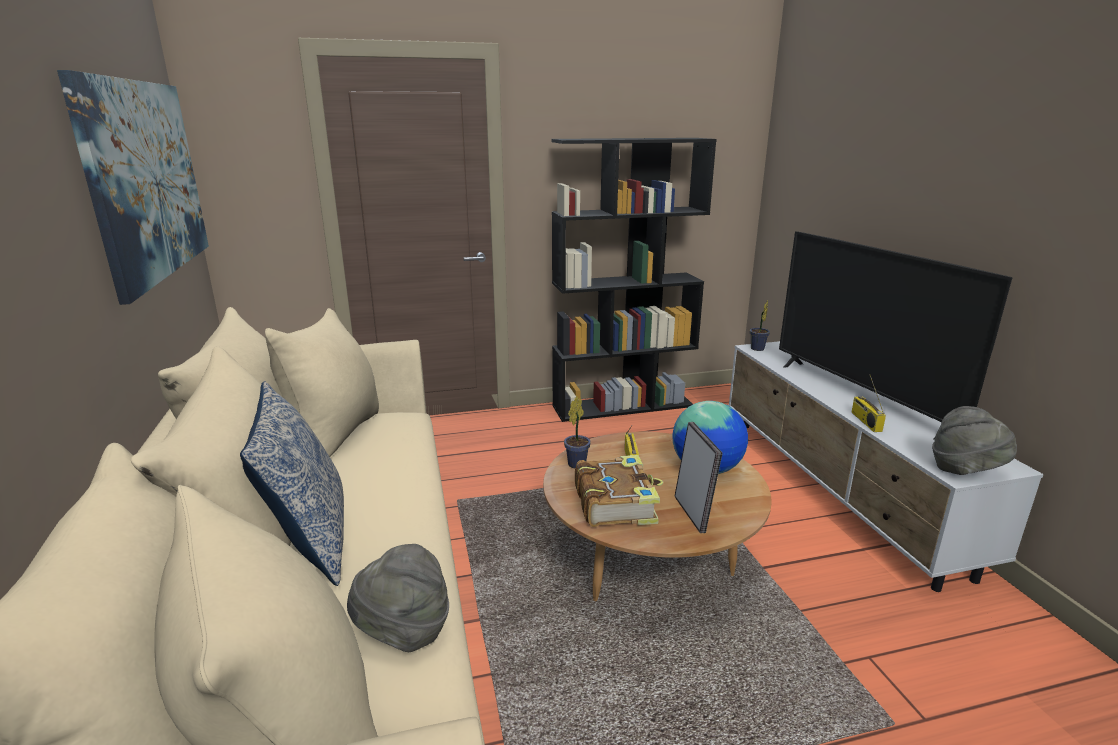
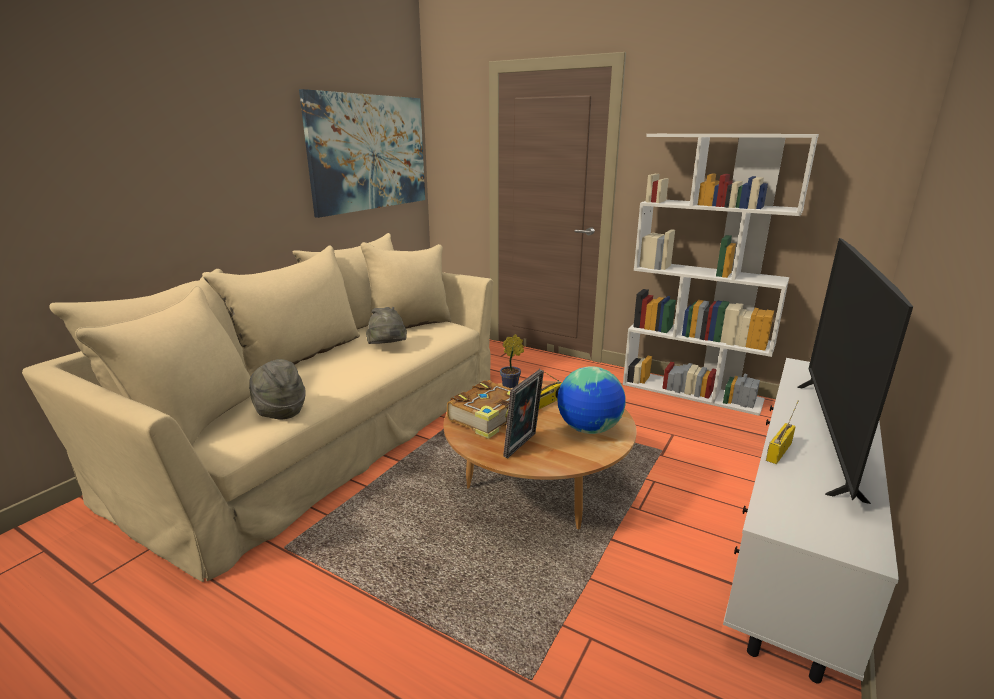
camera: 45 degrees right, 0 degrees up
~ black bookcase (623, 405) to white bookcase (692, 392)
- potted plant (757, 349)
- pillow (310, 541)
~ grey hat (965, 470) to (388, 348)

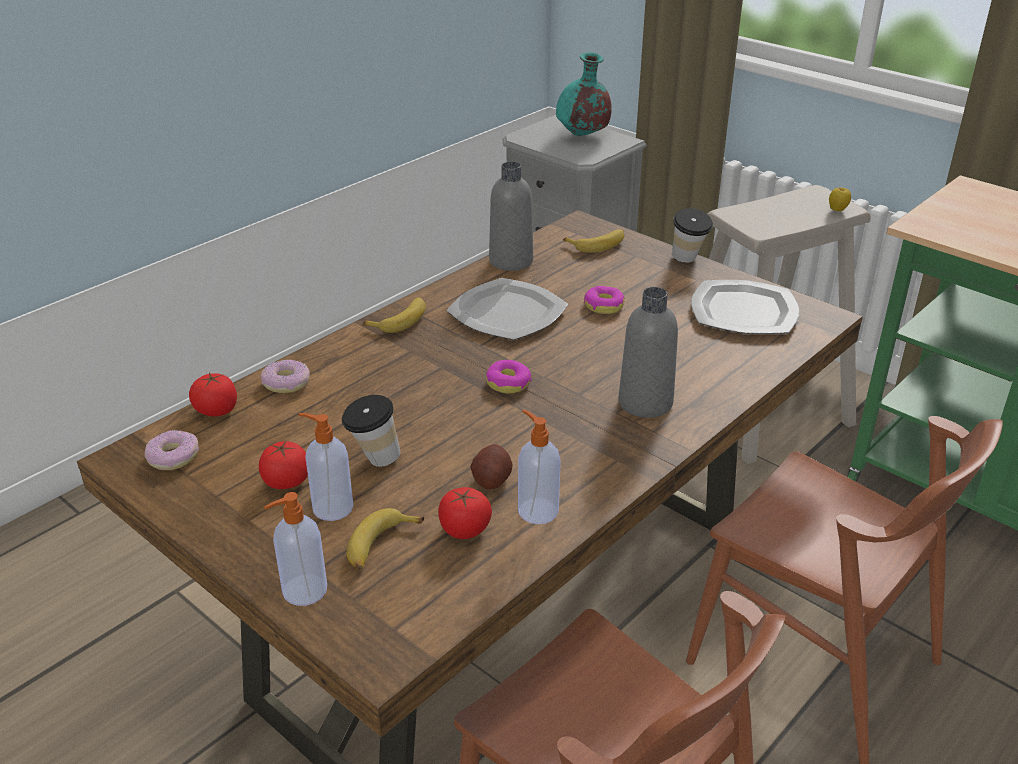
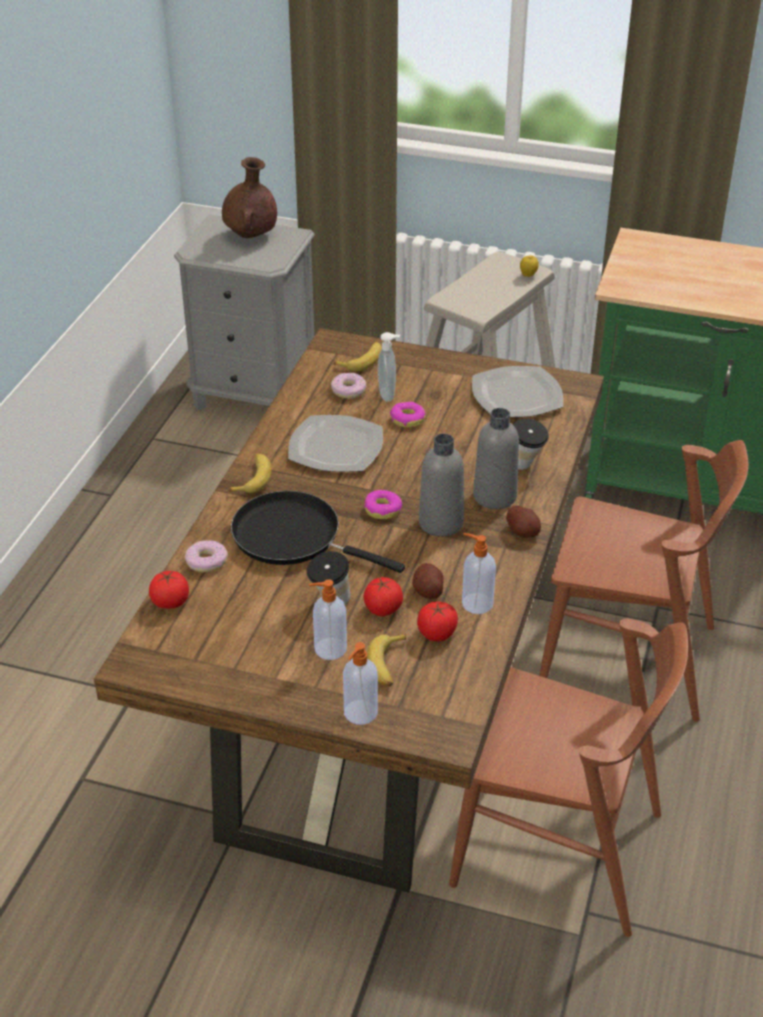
camera: 25 degrees left, 5 degrees up
~ turquoise vase (582, 135) to brown vase (251, 236)
~ grey bottle (511, 261) to (441, 523)
~ cup (688, 261) to (526, 466)
~ donut (172, 457) to (348, 390)
~ tomato (286, 482) to (382, 609)
+ soap dispenser (388, 395)
+ black frying pan (294, 537)
+ potato (523, 531)

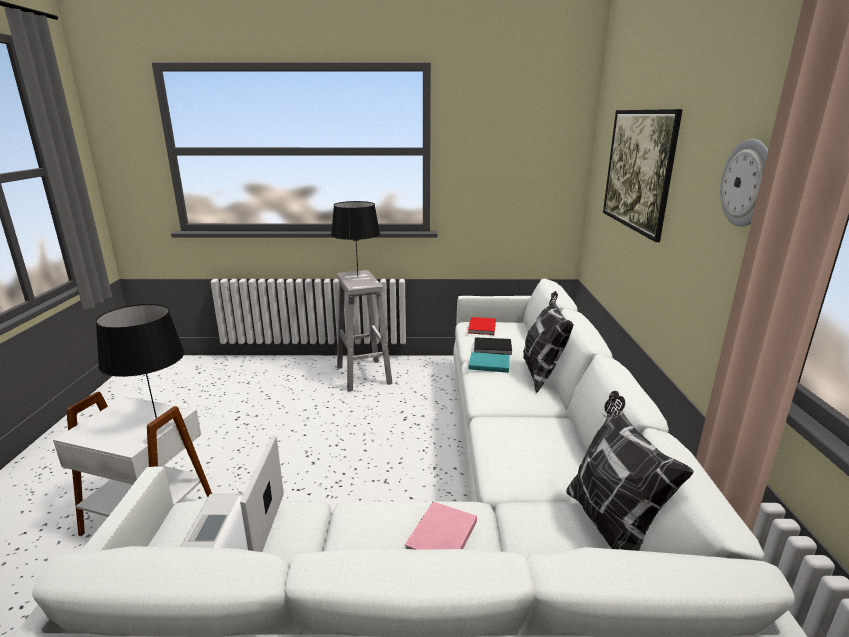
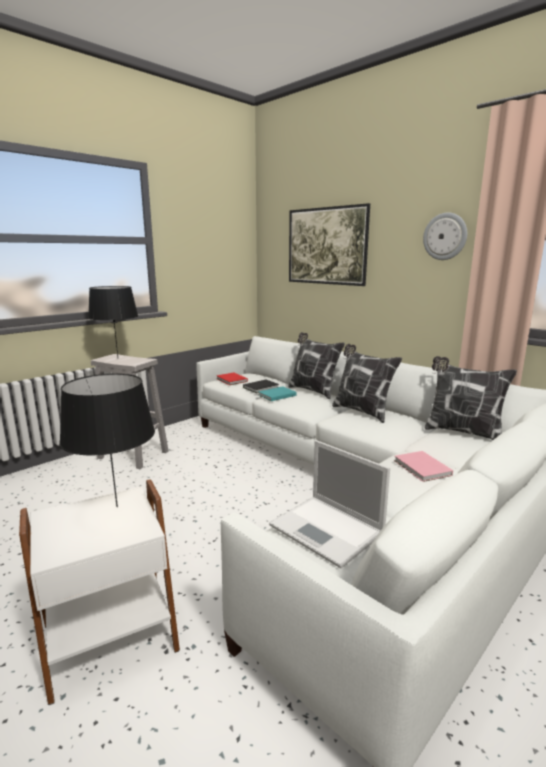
camera: 45 degrees left, 5 degrees down
+ pillow (361, 411)

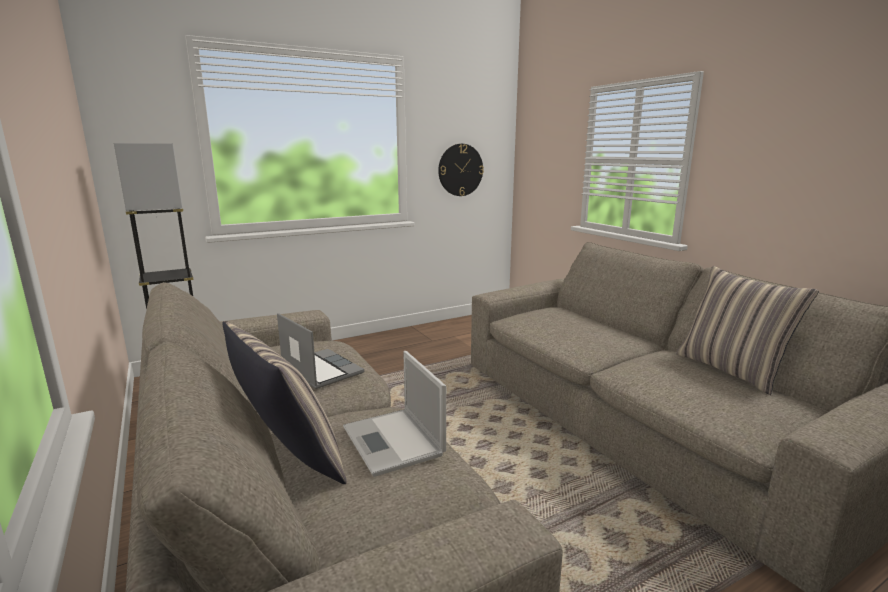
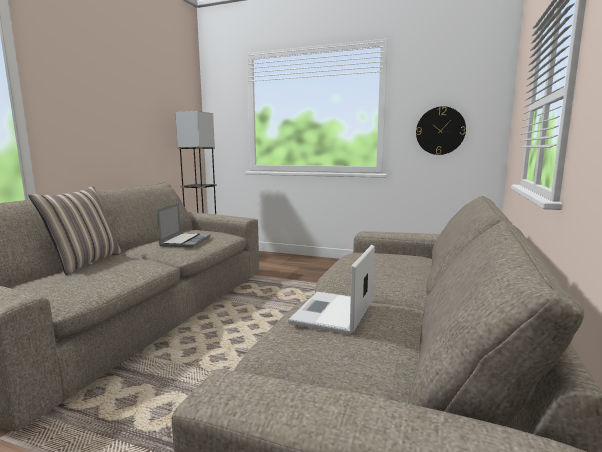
camera: 50 degrees right, 5 degrees down
- pillow (731, 370)
~ laptop (394, 442) to (333, 313)

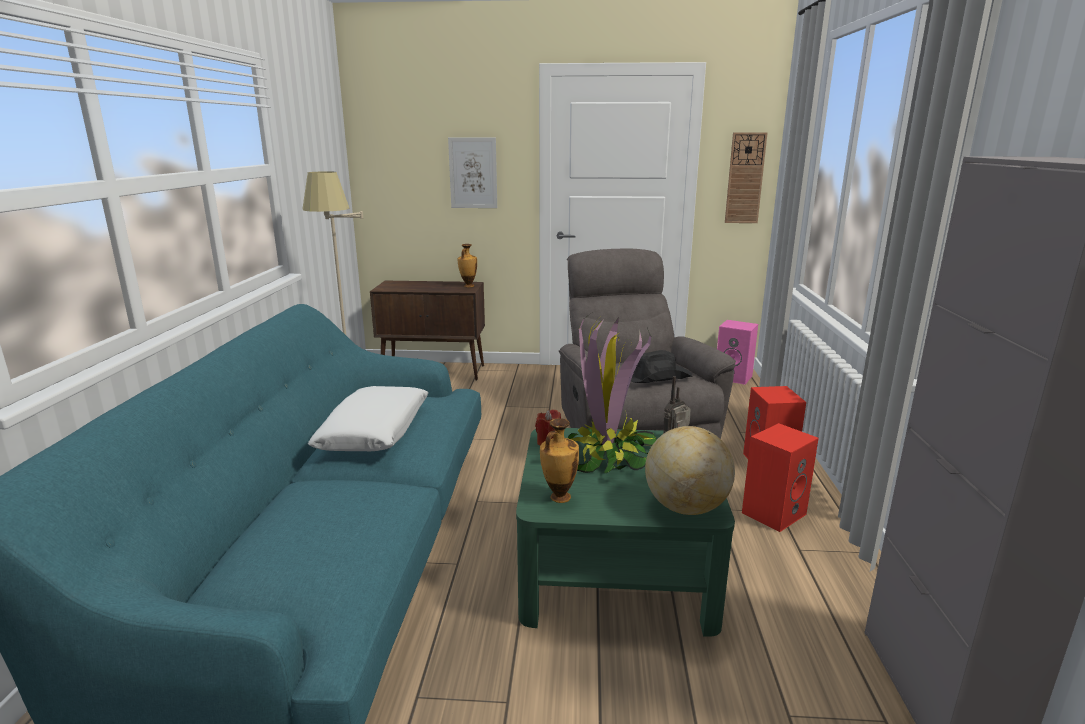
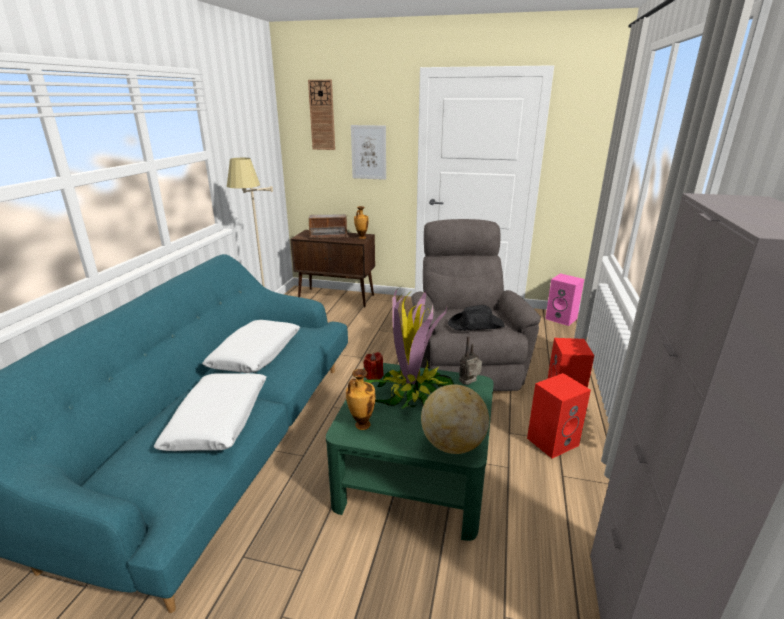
camera: 10 degrees right, 5 degrees up
~ wall clock (745, 178) to (322, 115)
+ radio (329, 236)
+ white pillow (218, 420)

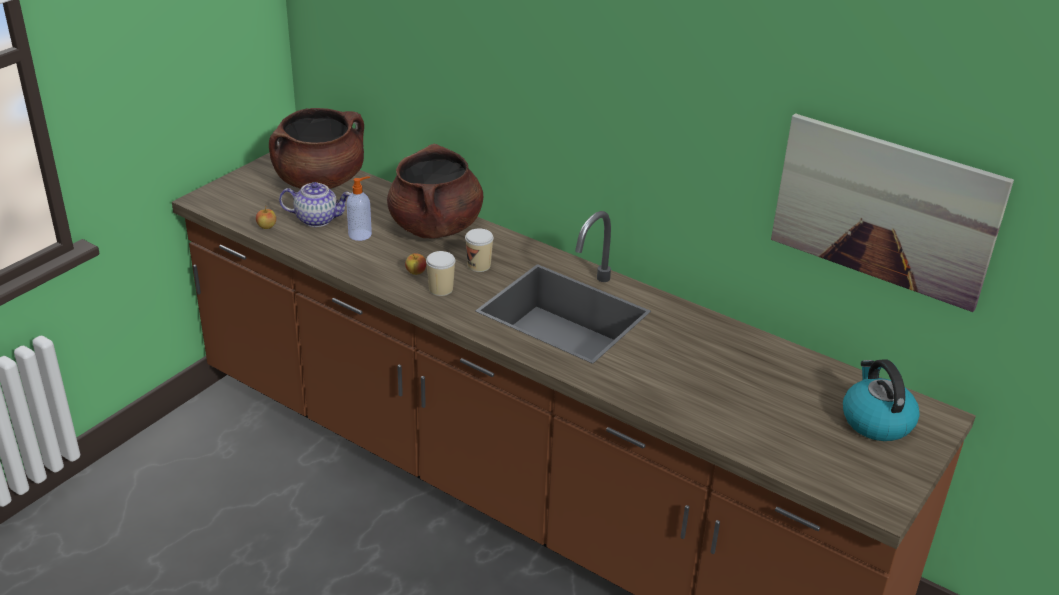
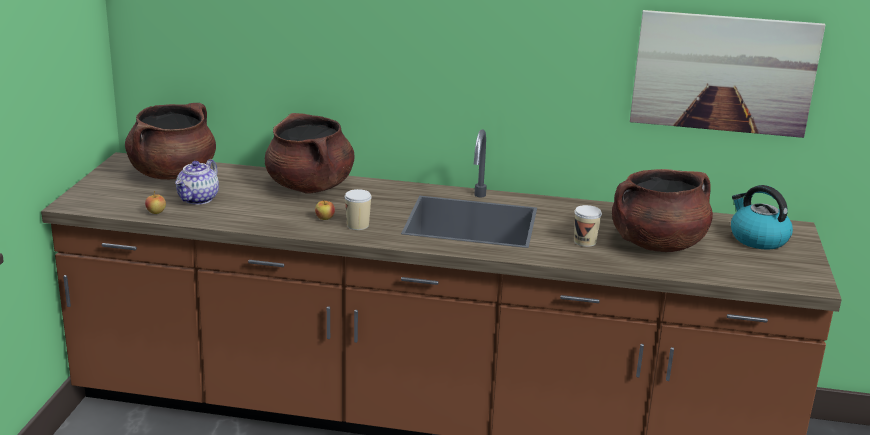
camera: 25 degrees left, 10 degrees down
- soap dispenser (361, 234)
~ teapot (317, 219) = (198, 199) 135 degrees clockwise
~ cup (479, 265) to (585, 241)
+ brown cooking pot (657, 244)

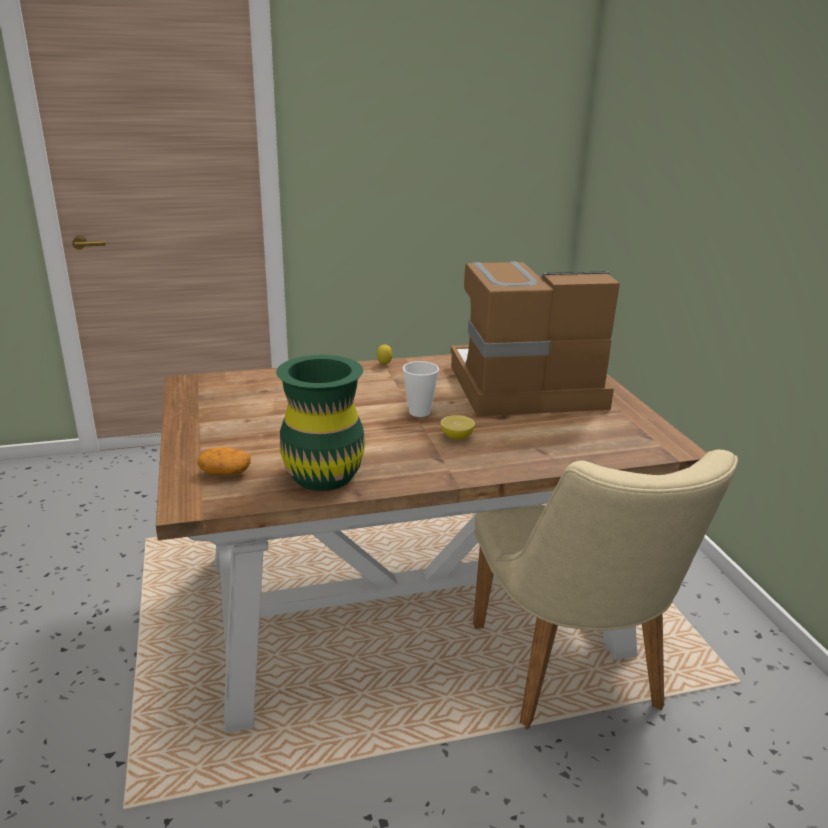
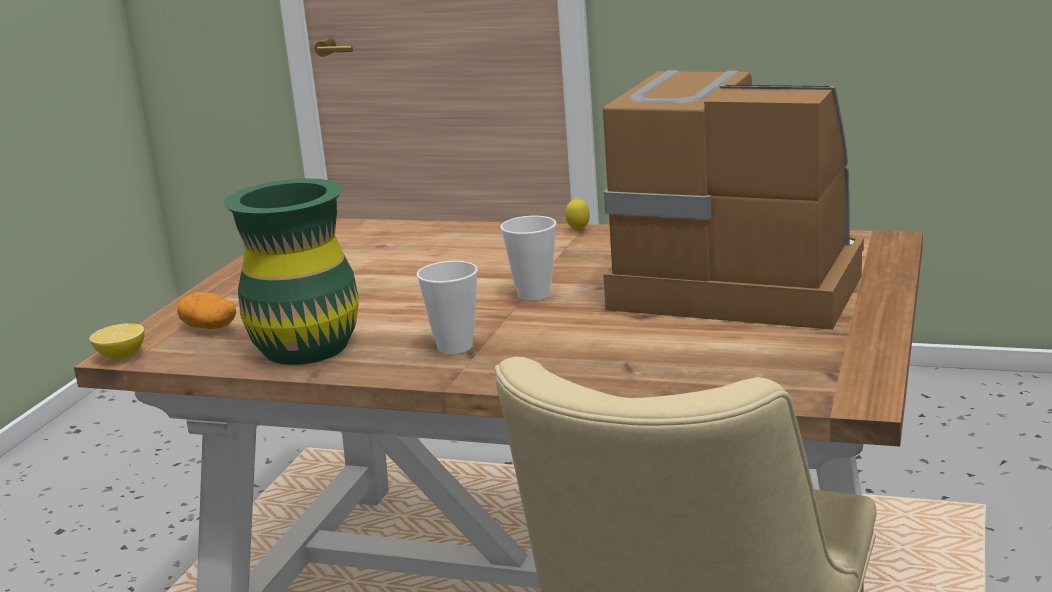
camera: 35 degrees right, 5 degrees down
~ lemon (457, 437) to (121, 356)
+ cup (455, 347)

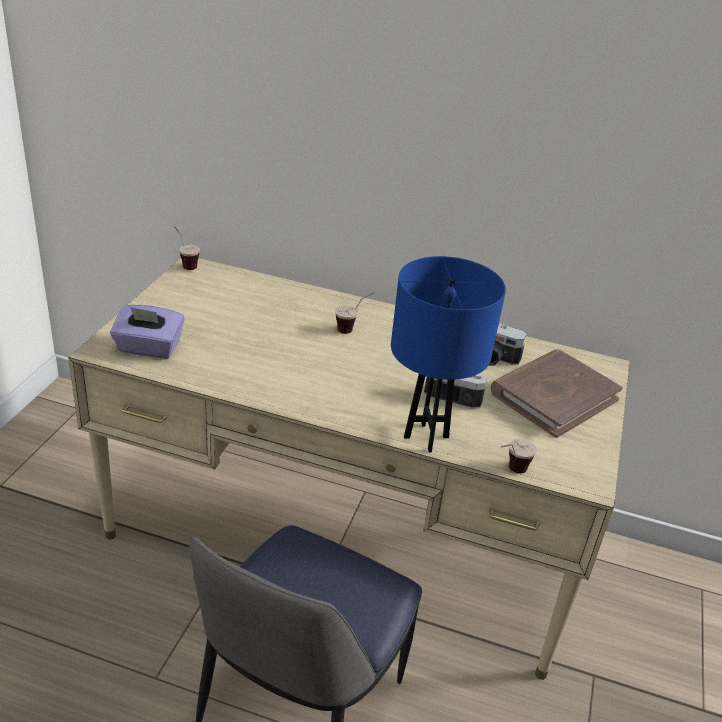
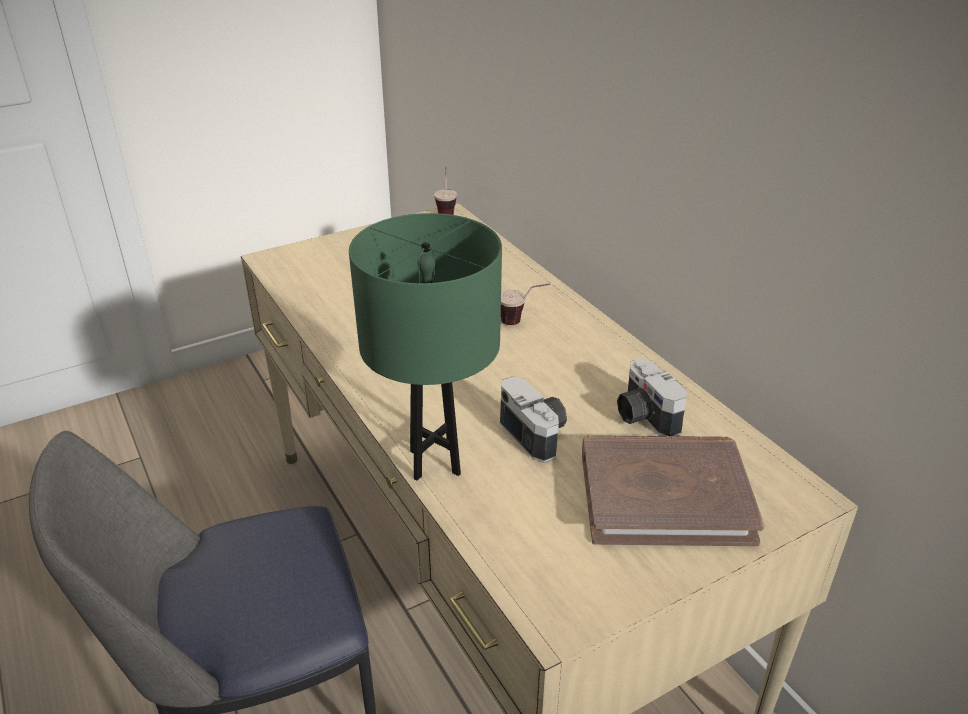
camera: 45 degrees right, 0 degrees up
~ blue table lamp (426, 437) to green table lamp (435, 463)
- purple tissue box (148, 348)
- cup (510, 472)

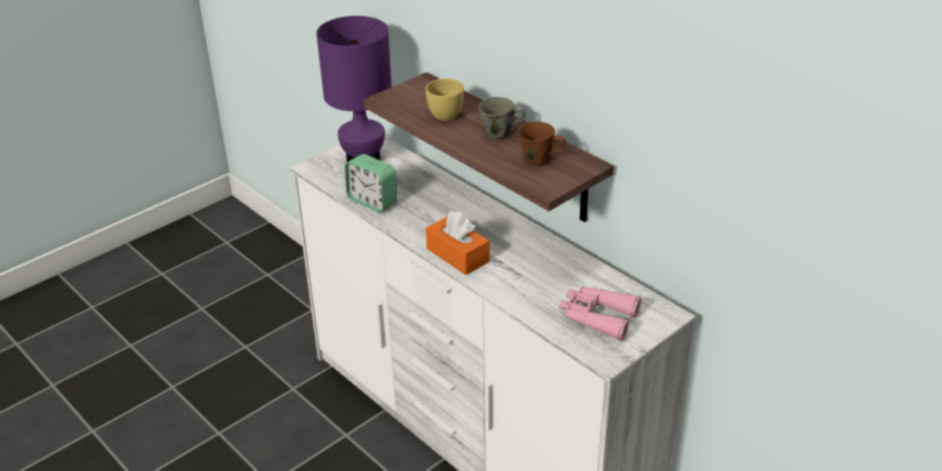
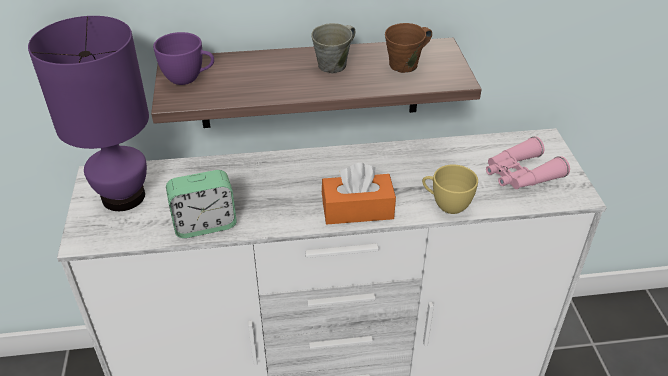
camera: 55 degrees left, 5 degrees up
~ yellow cup (444, 113) to (446, 204)
+ purple cup (189, 78)

